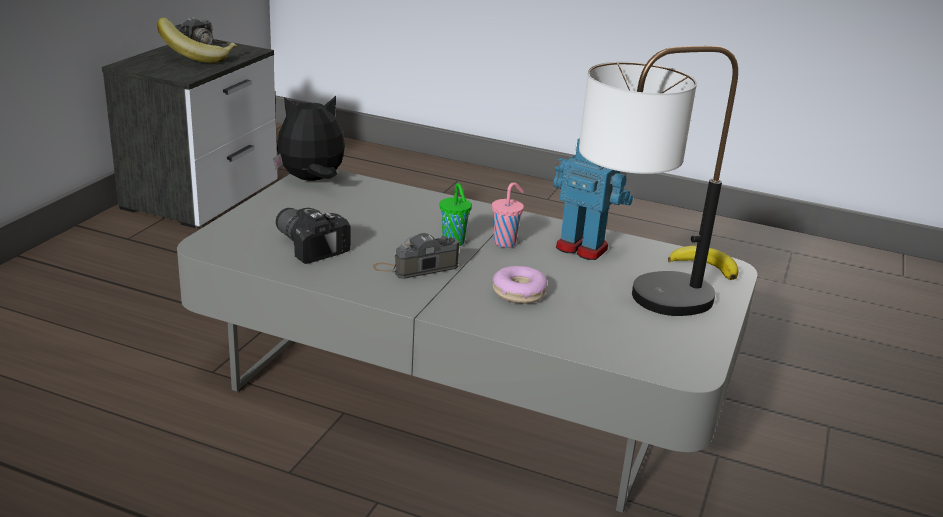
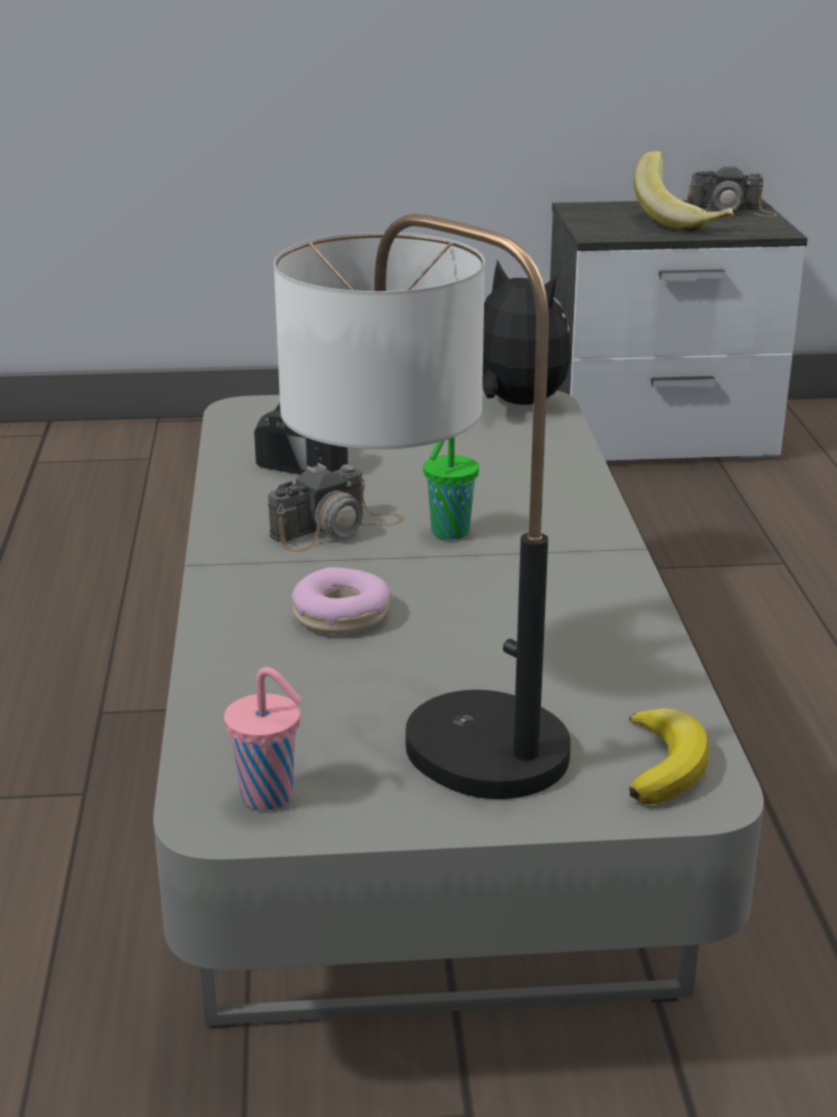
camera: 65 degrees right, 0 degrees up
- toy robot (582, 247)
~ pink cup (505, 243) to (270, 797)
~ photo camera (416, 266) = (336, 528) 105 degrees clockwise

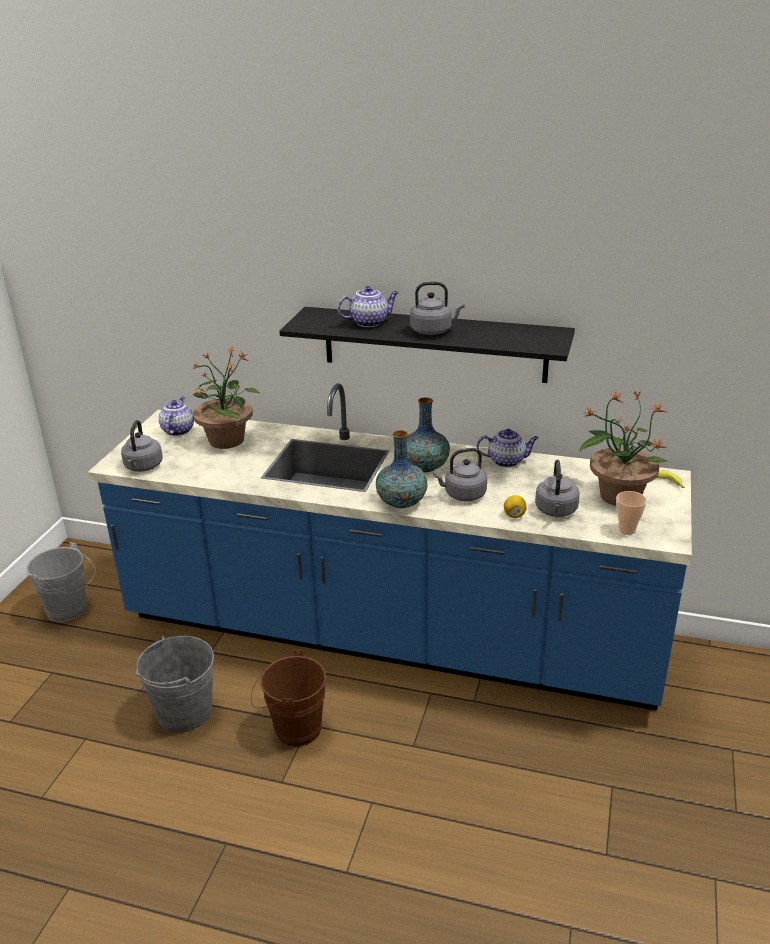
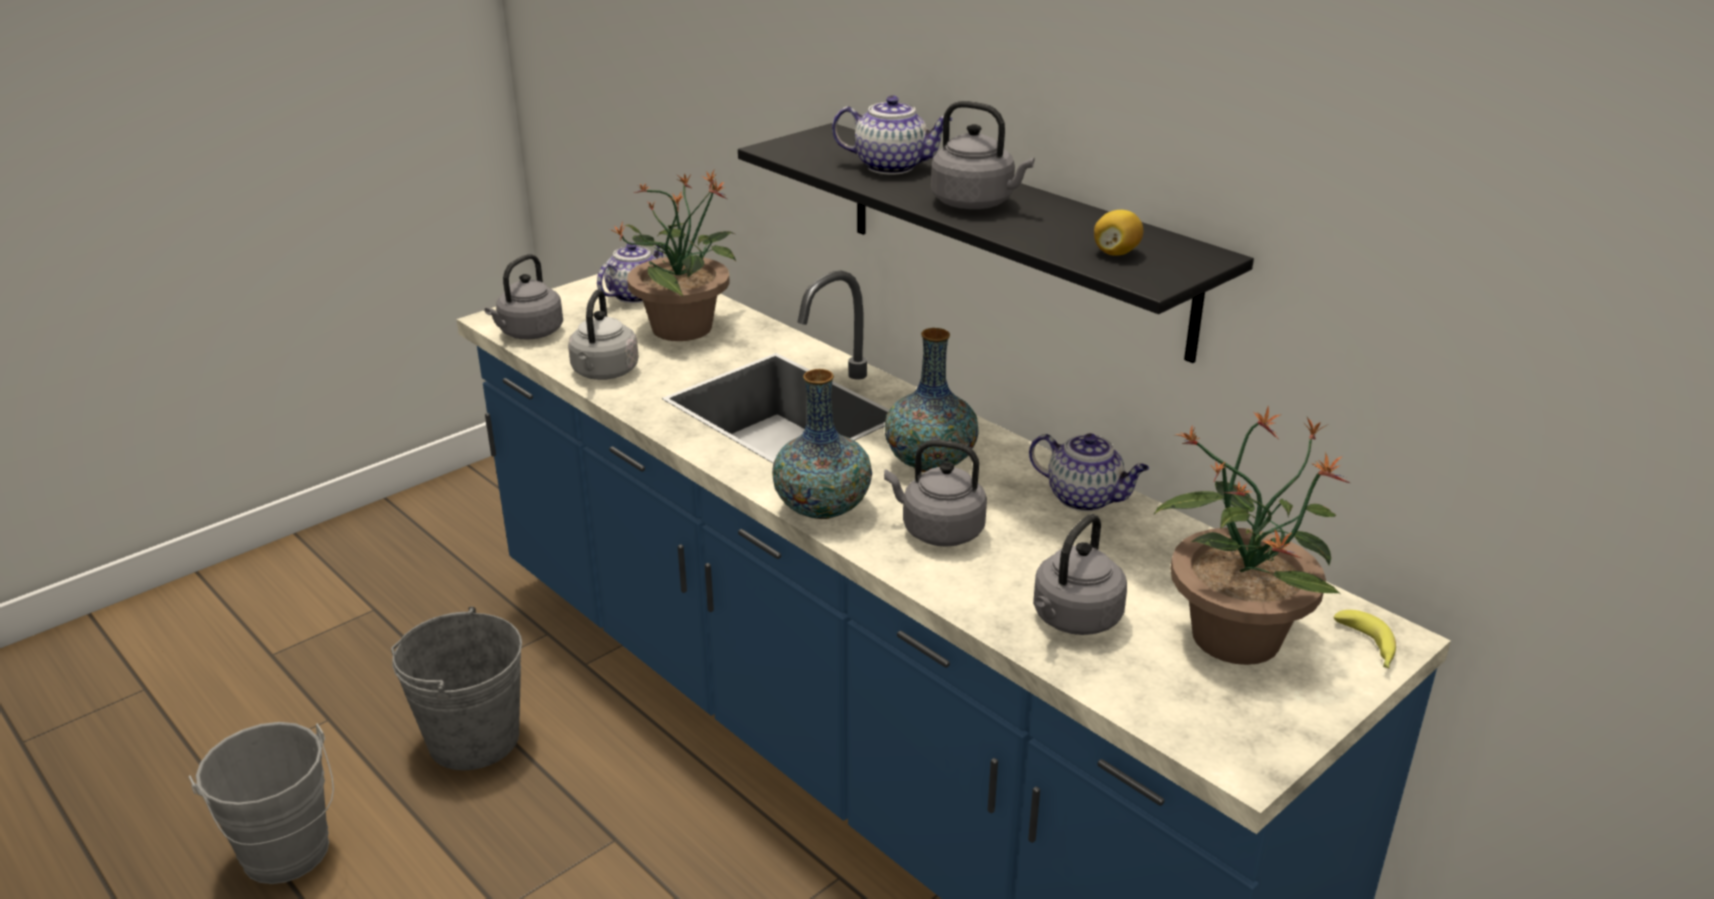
camera: 30 degrees right, 0 degrees up
- cup (627, 530)
~ lemon (514, 515) to (1116, 253)
~ grey bucket (70, 610) to (289, 858)
- brown bucket (292, 729)
+ grey kettle (604, 373)

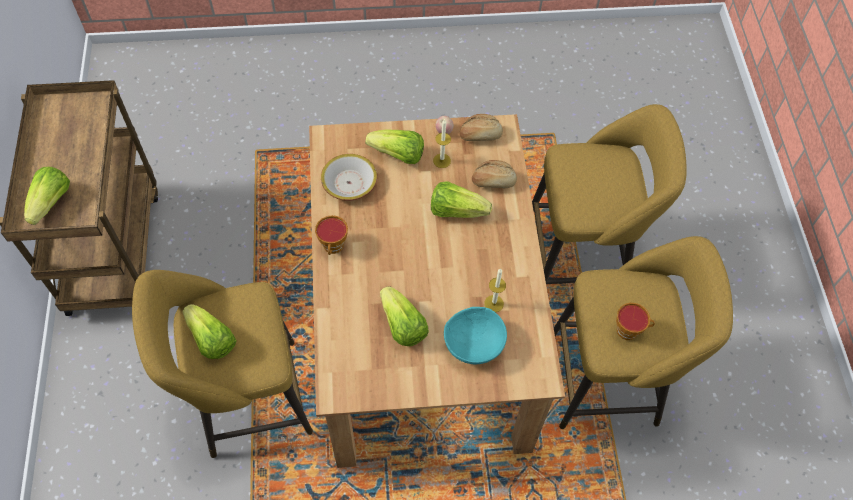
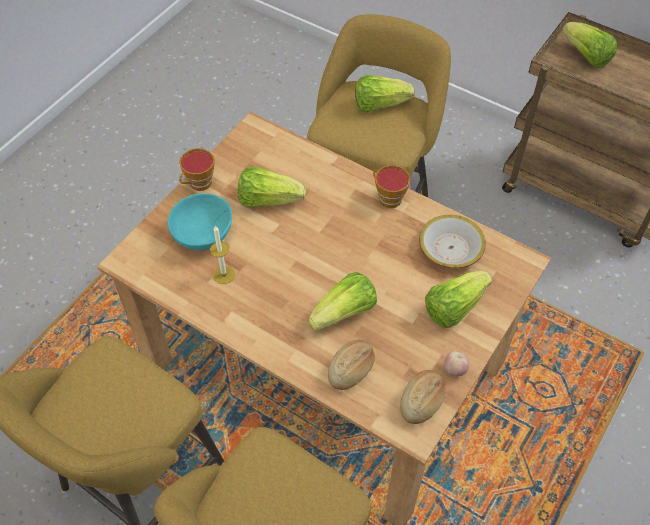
camera: 130 degrees right, 5 degrees down
- candle (442, 160)
~ cup (629, 330) to (198, 184)

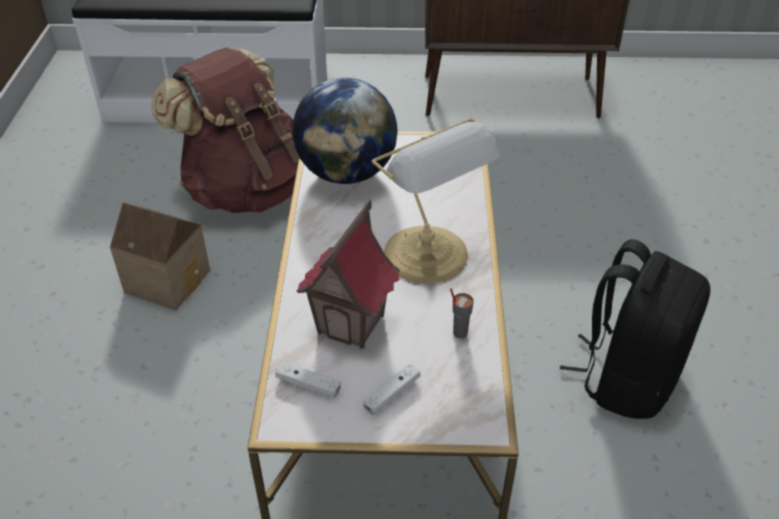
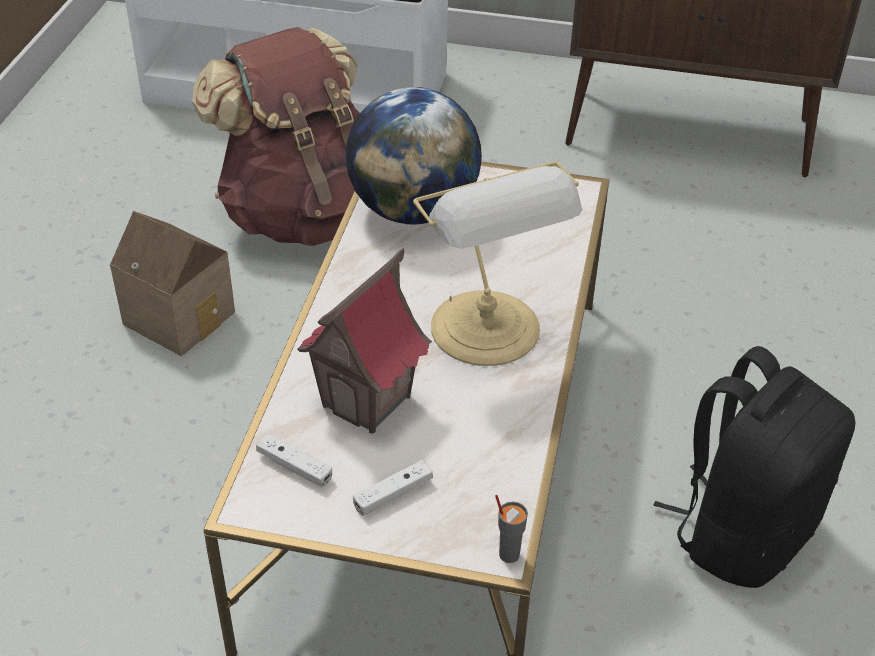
camera: 10 degrees right, 0 degrees up
~ grey cup (459, 332) to (508, 554)

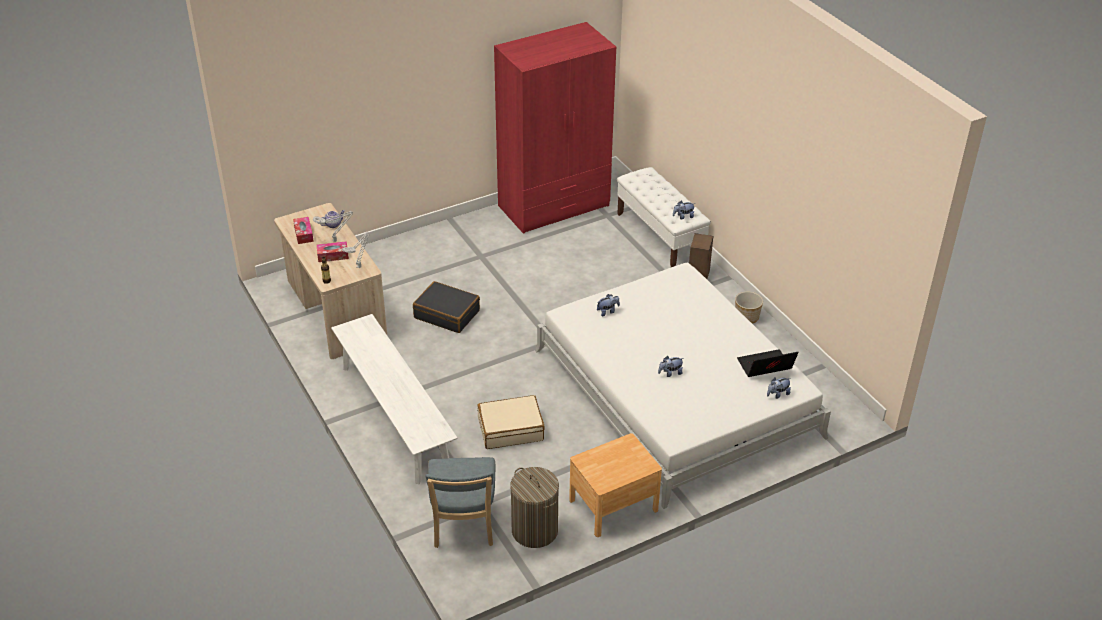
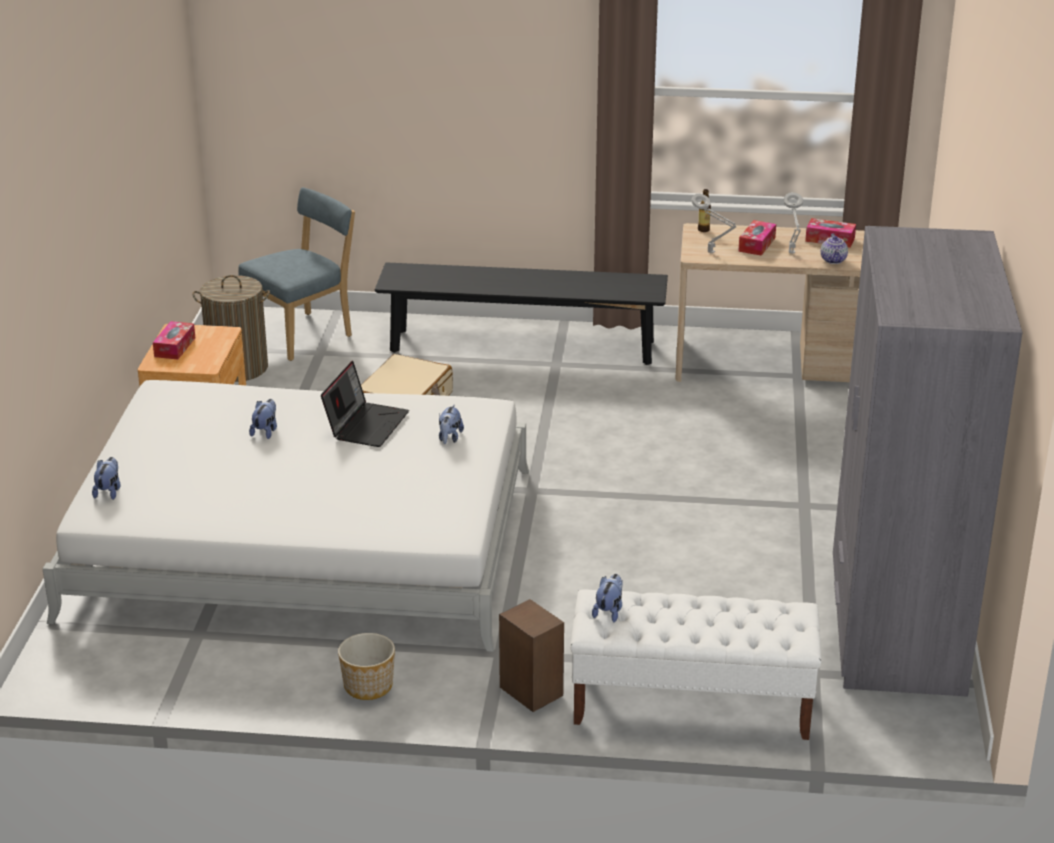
camera: 125 degrees right, 10 degrees down
~ red wardrobe (554, 206) to grey wardrobe (894, 627)
- black suitcase (447, 314)
~ white bench (395, 417) to black bench (522, 346)
~ laptop (764, 367) to (366, 424)
~ blue chair (463, 526) = (304, 335) 105 degrees clockwise
+ tissue box (175, 347)

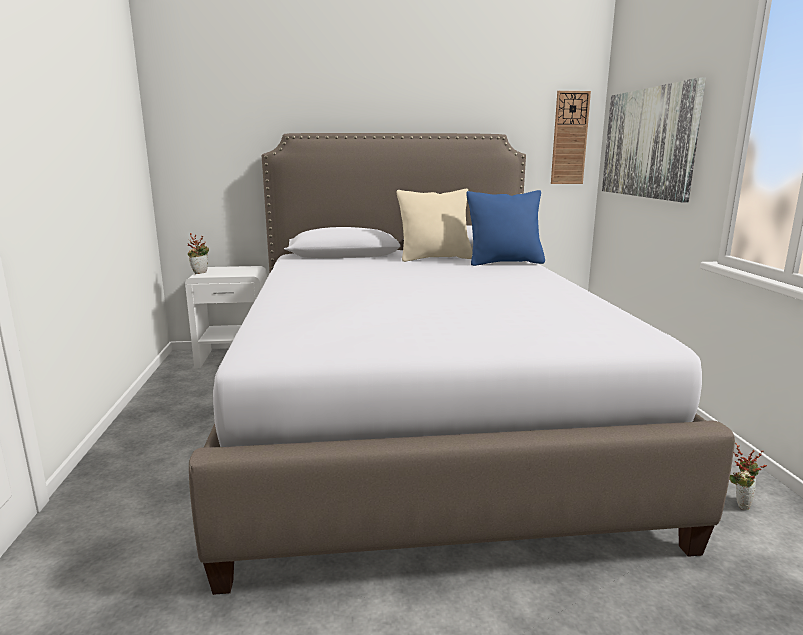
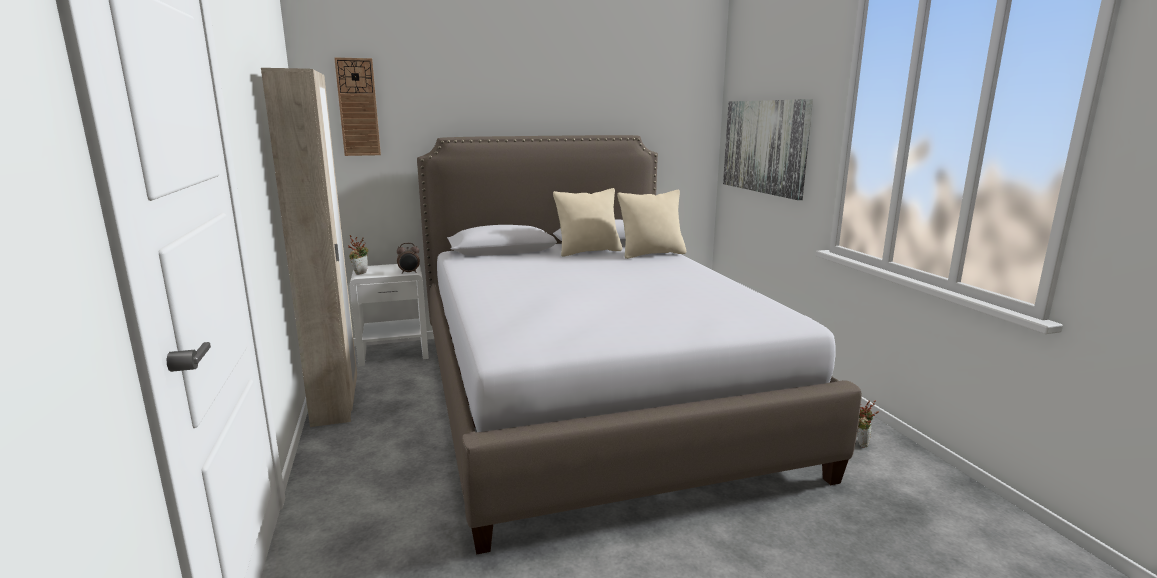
camera: 10 degrees left, 0 degrees up
~ wall clock (569, 138) to (358, 107)
~ blue pillow (504, 262) to beige pillow (652, 254)
+ beige wardrobe (336, 403)
+ alarm clock (409, 273)

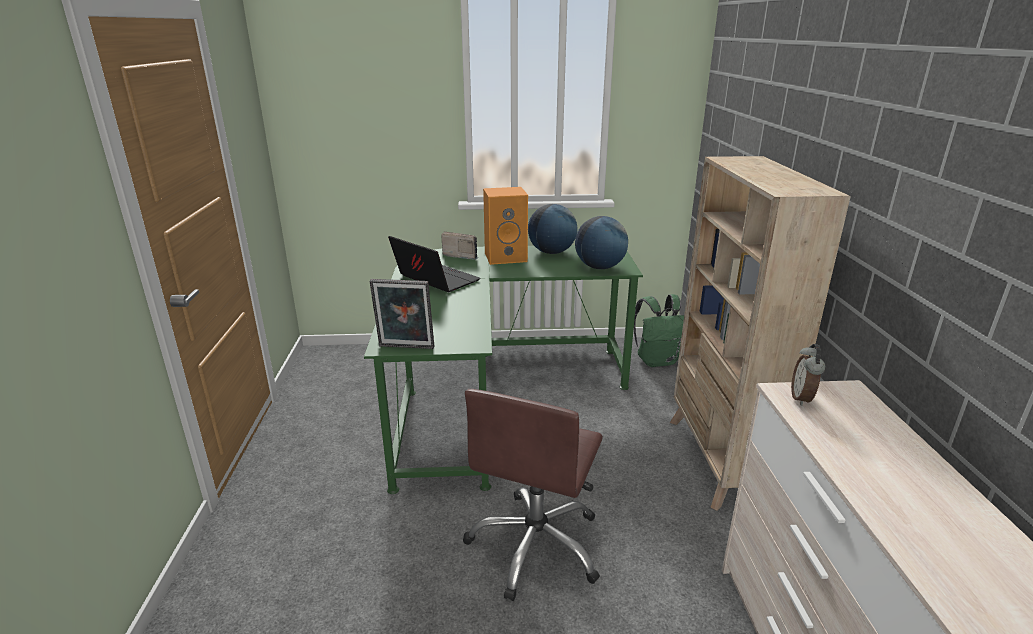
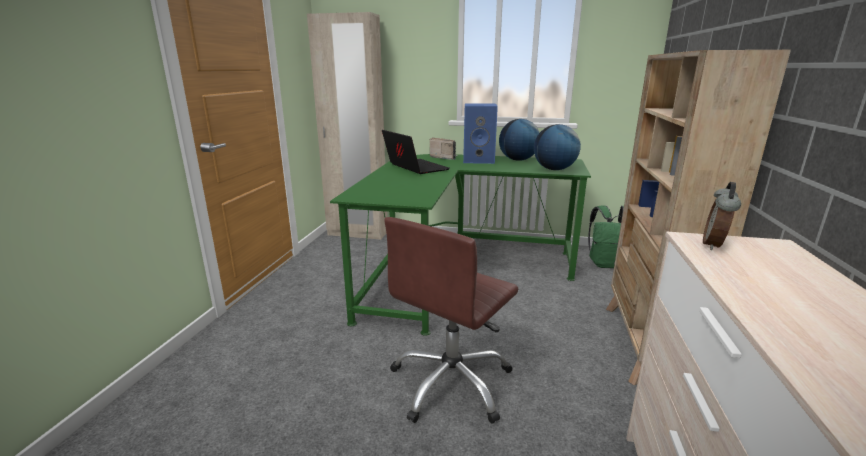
camera: 15 degrees right, 5 degrees down
~ orange speaker (506, 257) to blue speaker (479, 160)
- picture frame (405, 348)
+ beige wardrobe (357, 233)

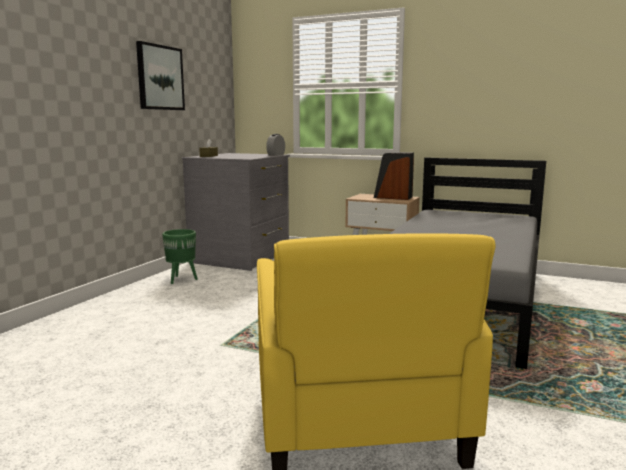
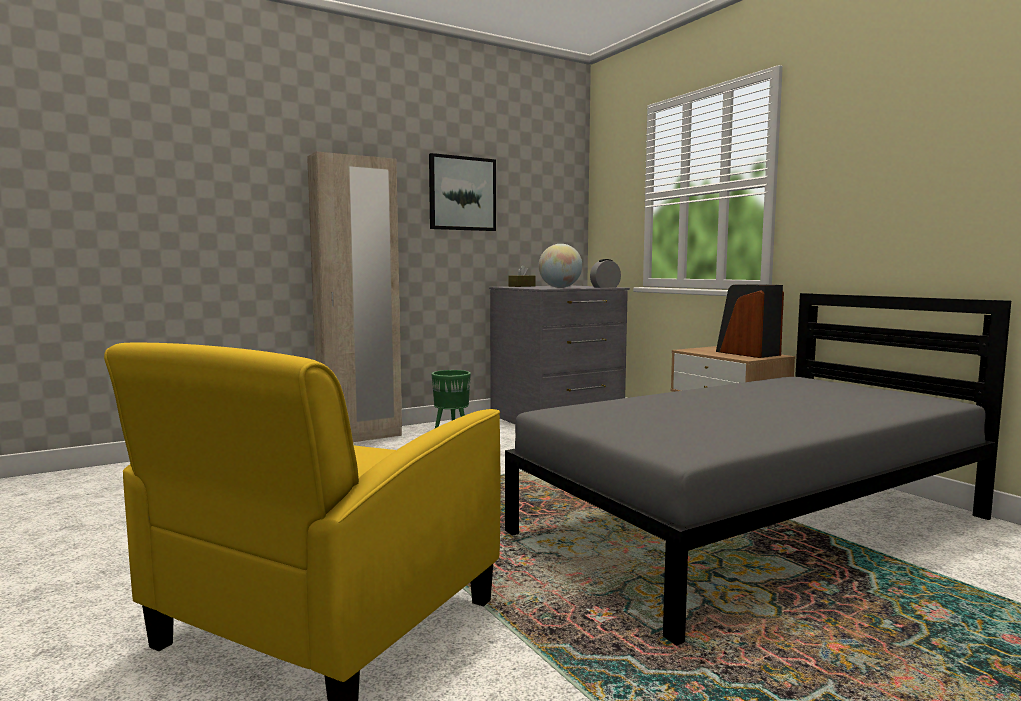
camera: 35 degrees right, 5 degrees down
+ beige wardrobe (360, 437)
+ globe (560, 287)

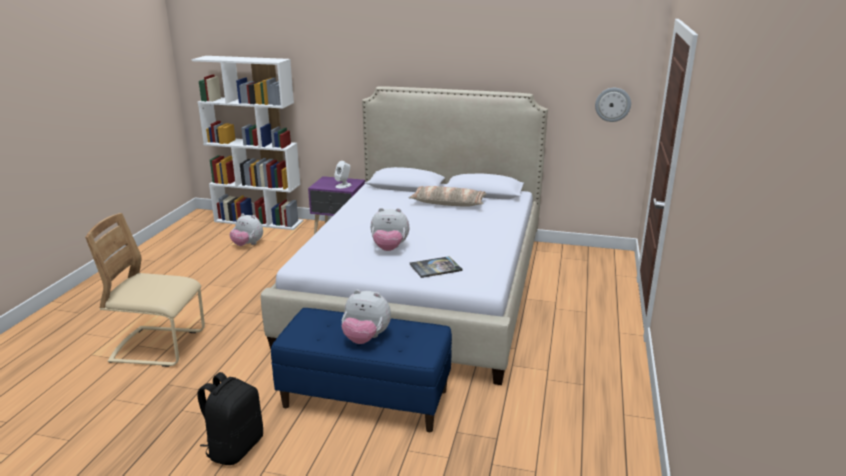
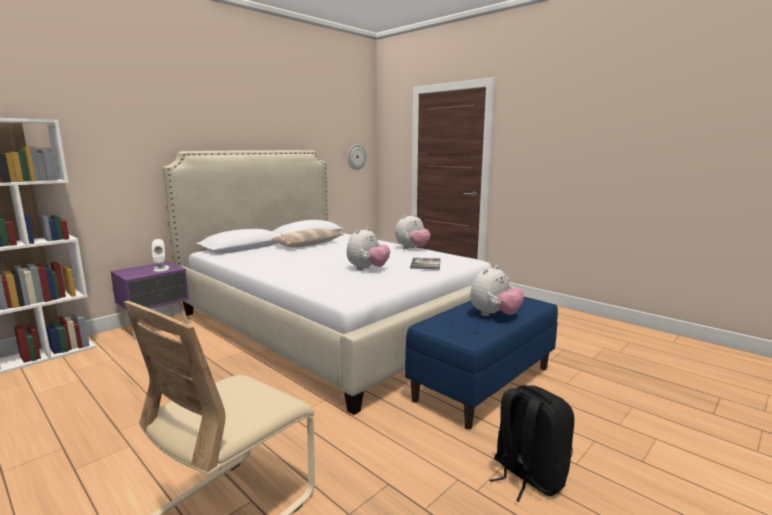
camera: 60 degrees left, 10 degrees down
~ plush toy (248, 245) to (412, 248)

